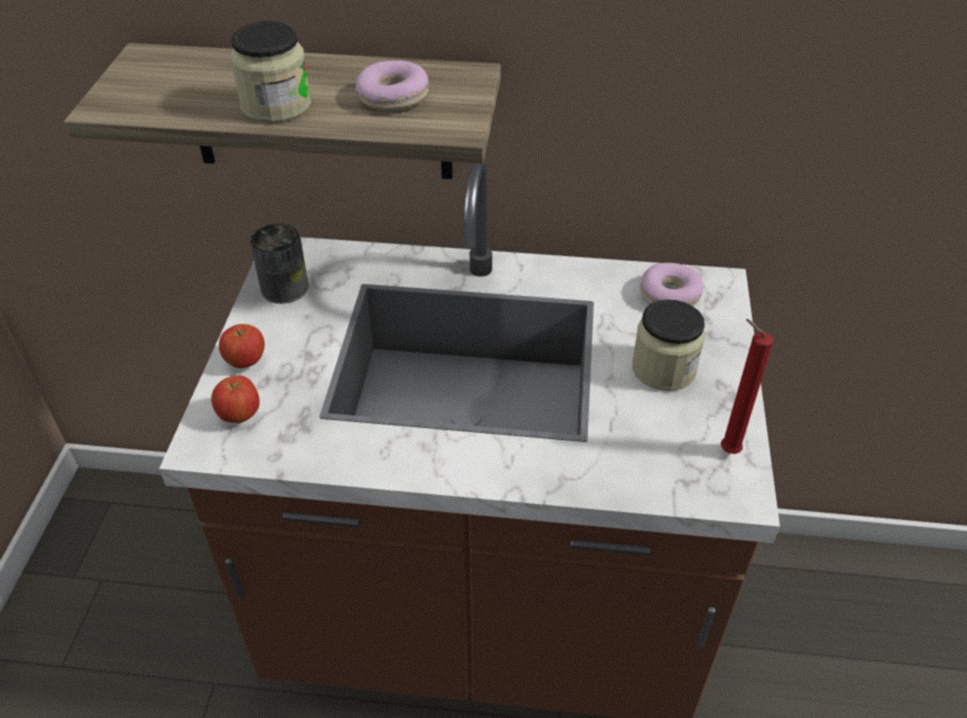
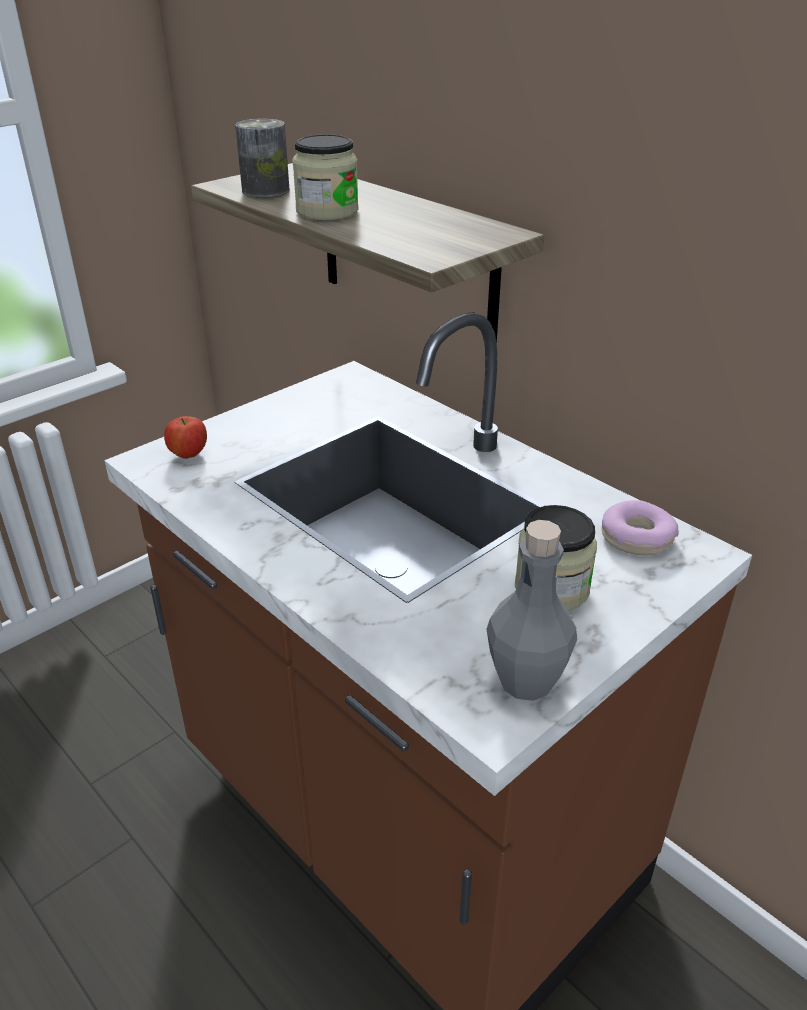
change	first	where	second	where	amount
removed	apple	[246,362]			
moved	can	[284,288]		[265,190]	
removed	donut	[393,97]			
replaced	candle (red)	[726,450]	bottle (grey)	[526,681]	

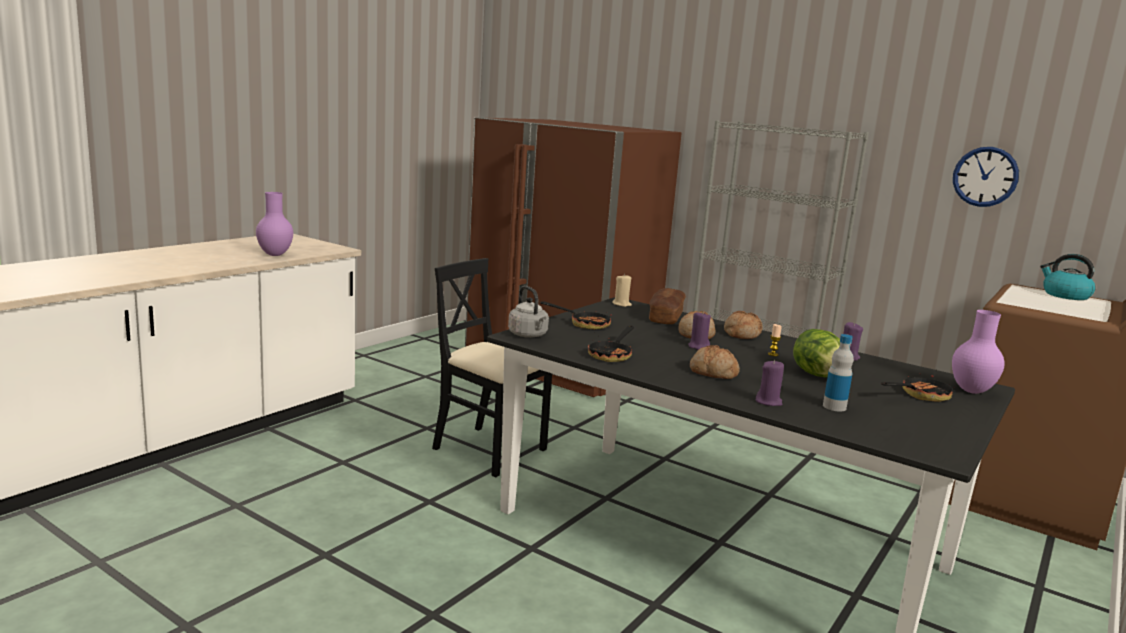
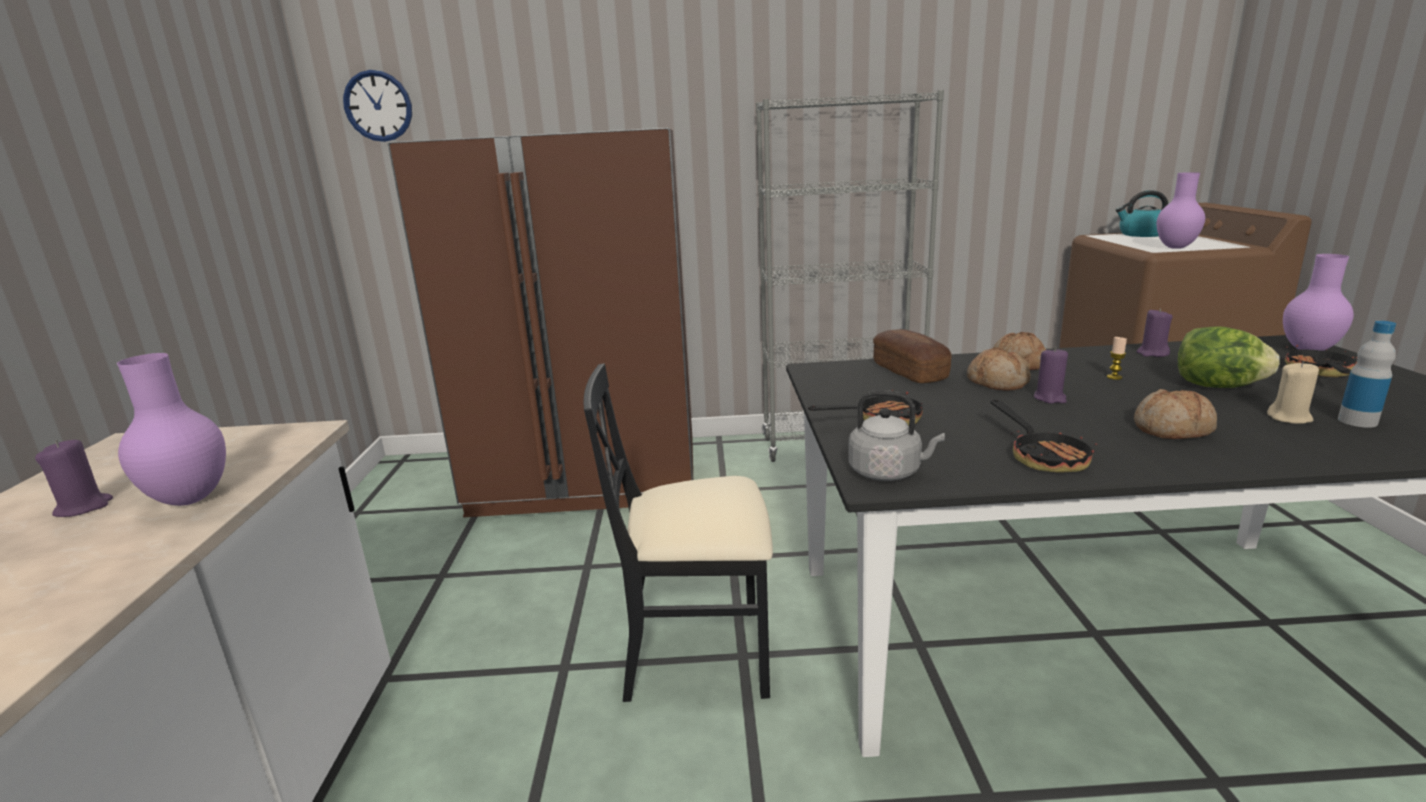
change	first	where	second	where	amount
moved	candle (beige)	[621,304]		[1289,418]	
moved	candle (purple)	[768,402]		[84,507]	
moved	wall clock	[985,176]		[378,106]	
added			vase (purple)	[1176,247]	

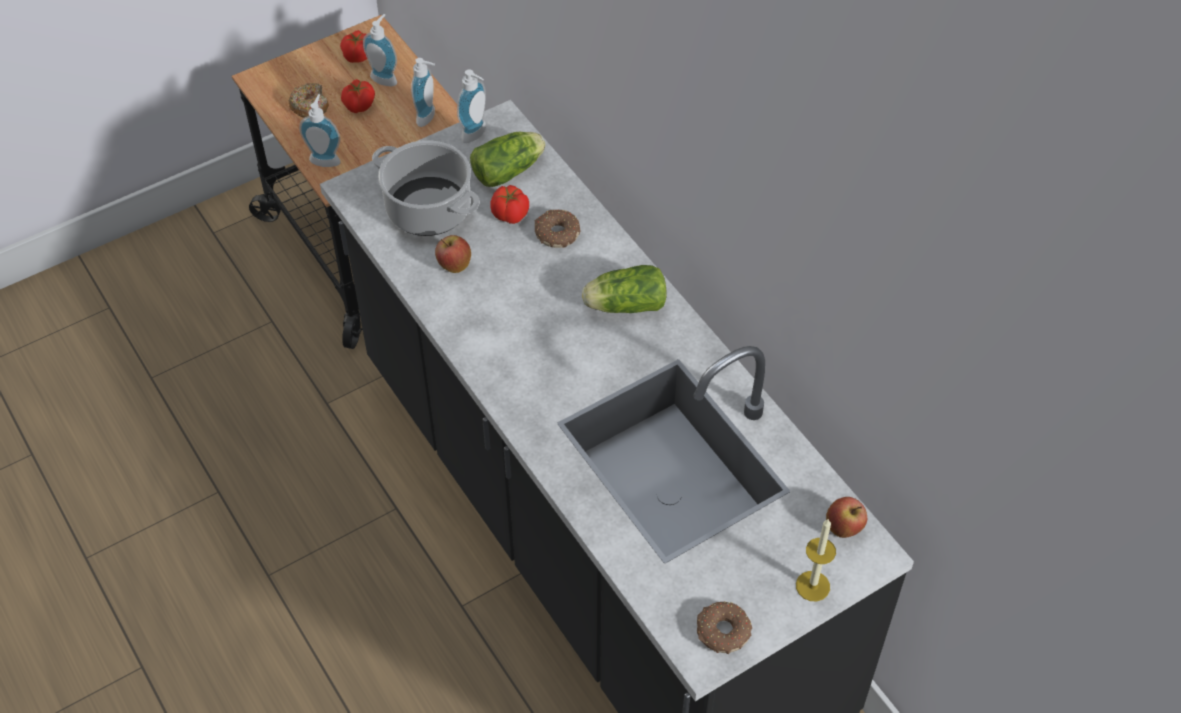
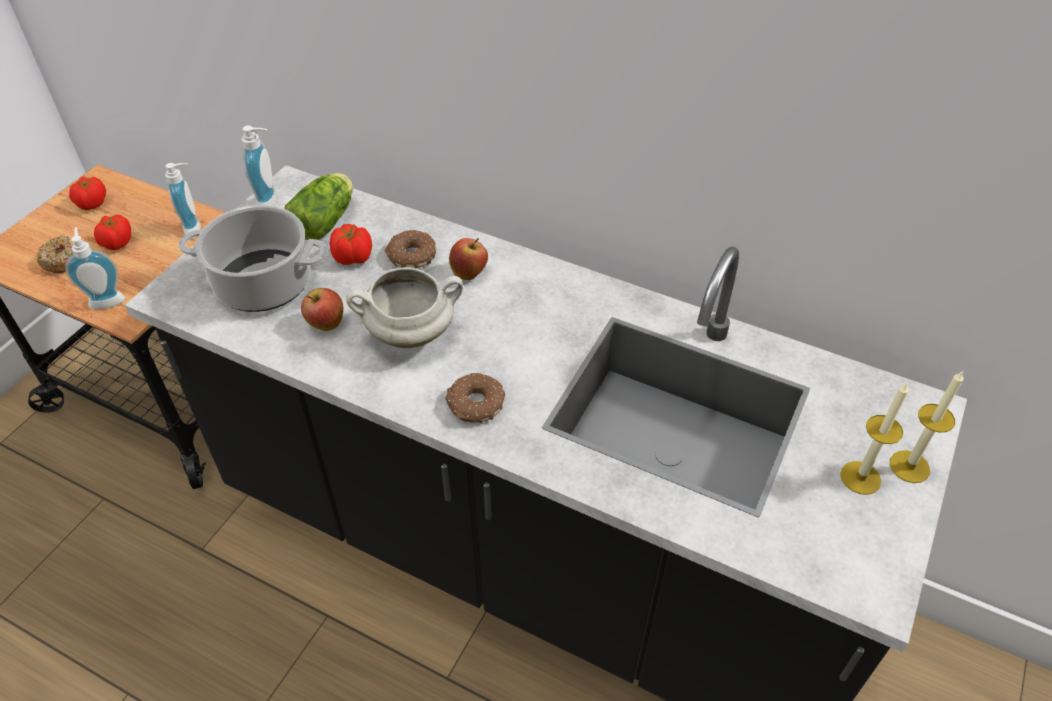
change	first	where	second	where	amount
removed	soap dispenser	[385,77]			
removed	lettuce	[623,305]			
moved	donut	[722,632]		[475,405]	
moved	apple	[844,528]		[469,273]	
added			cooking pot (white)	[411,332]	
added			candle	[860,477]	

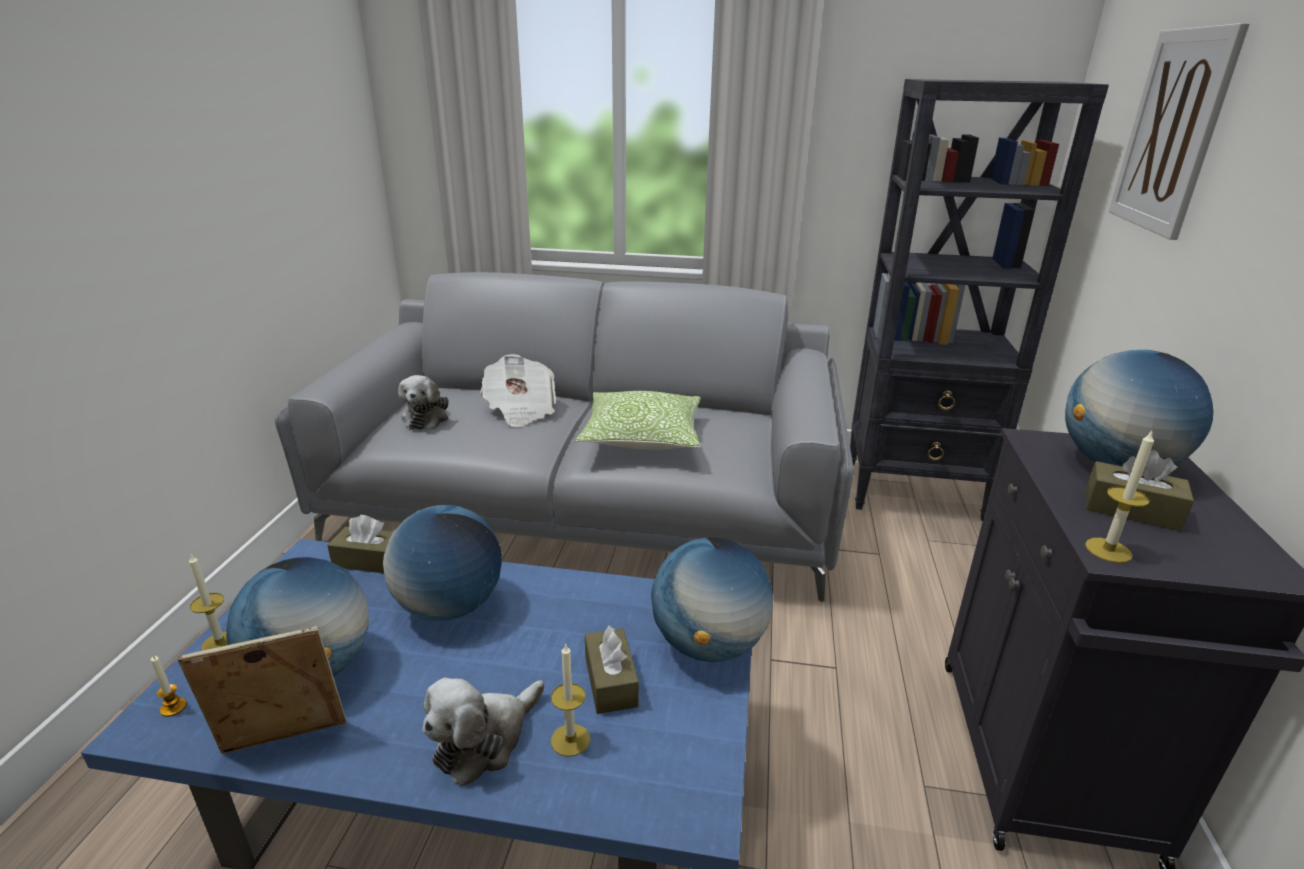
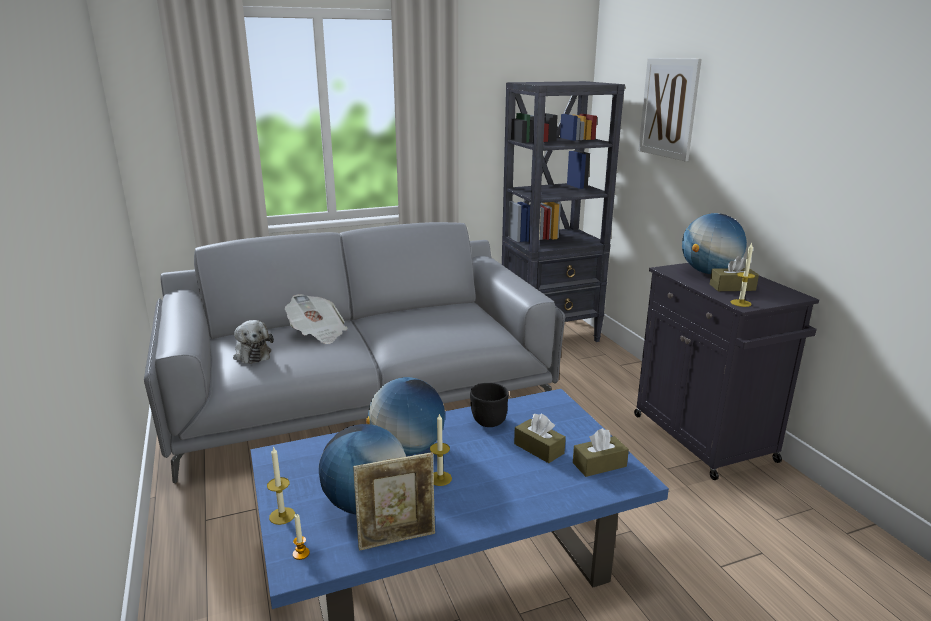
change	first	where	second	where	amount
turned	picture frame	[283,742]		[397,538]	150 degrees counterclockwise
moved	tissue box (brown)	[369,561]		[599,464]	
removed	plush toy	[484,740]			
moved	candle	[570,740]		[440,478]	
removed	pillow	[642,437]			
removed	globe	[708,644]			
added			bowl (black)	[488,422]	

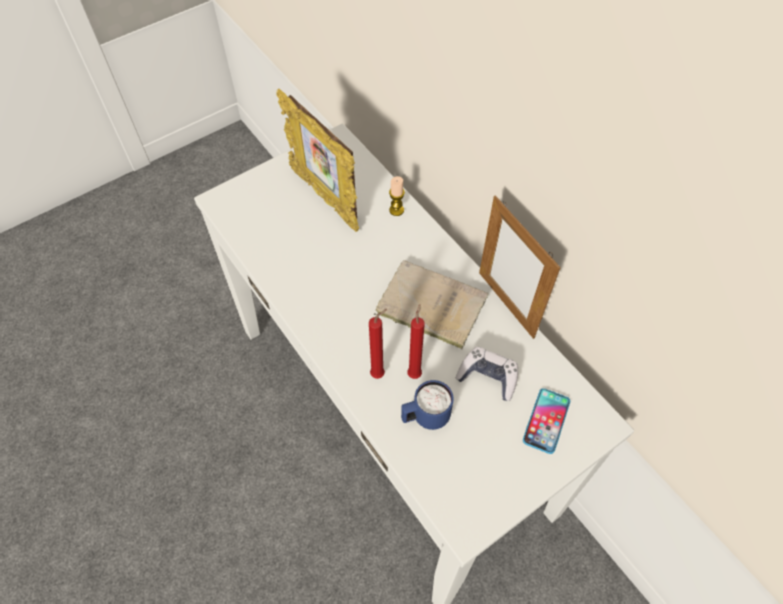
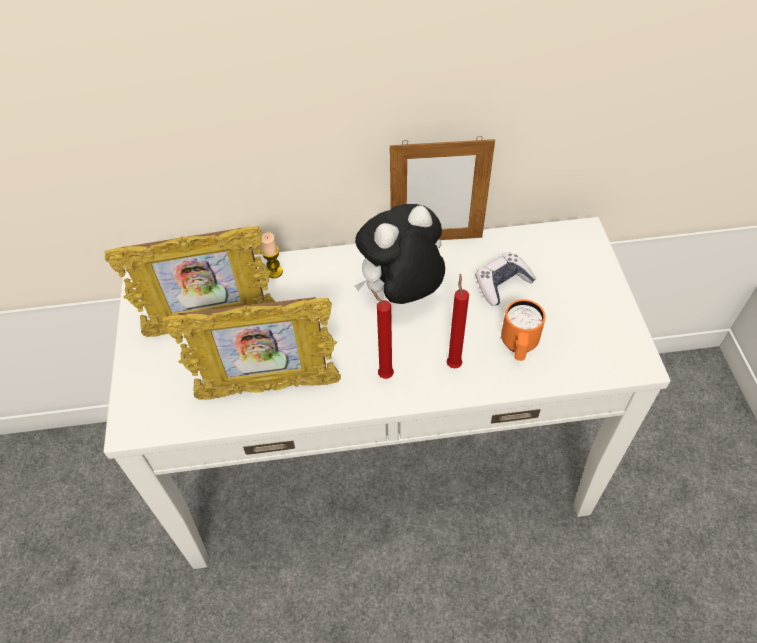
change	first	where	second	where	amount
replaced	book (beige)	[428,304]	plush toy	[401,294]	
recoloured	mug (blue)	[425,417]	mug (orange)	[518,346]	
moved	candle (red)	[415,372]		[383,374]	
removed	phone	[546,421]			
added			picture frame	[269,388]	

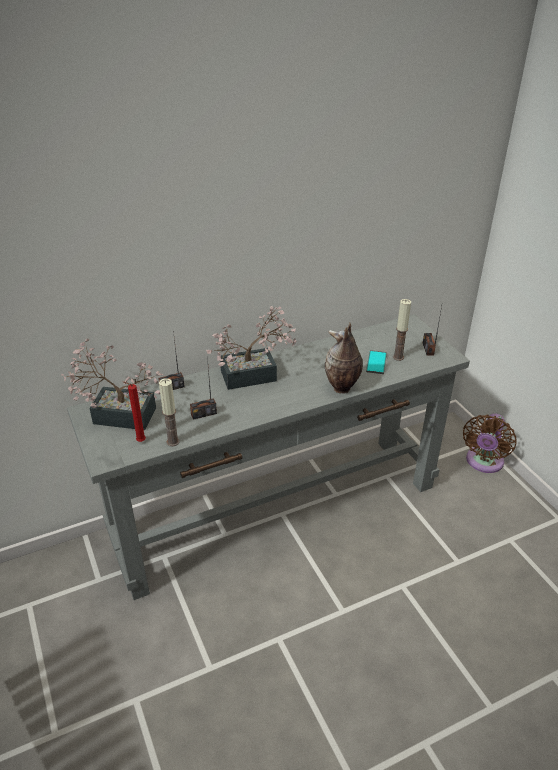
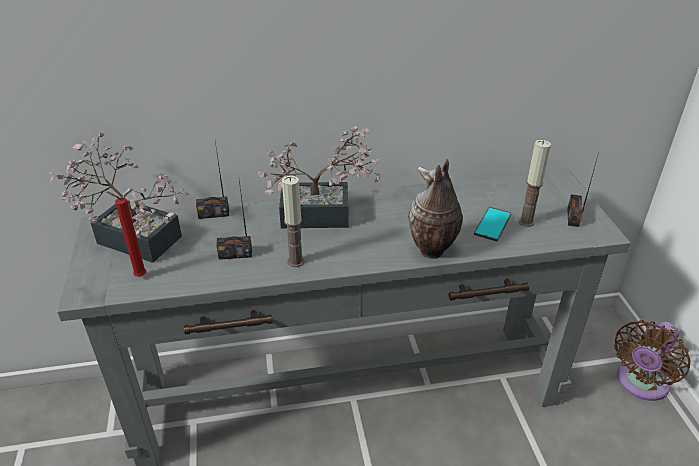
change	first	where	second	where	amount
moved	candle	[173,442]		[295,261]	

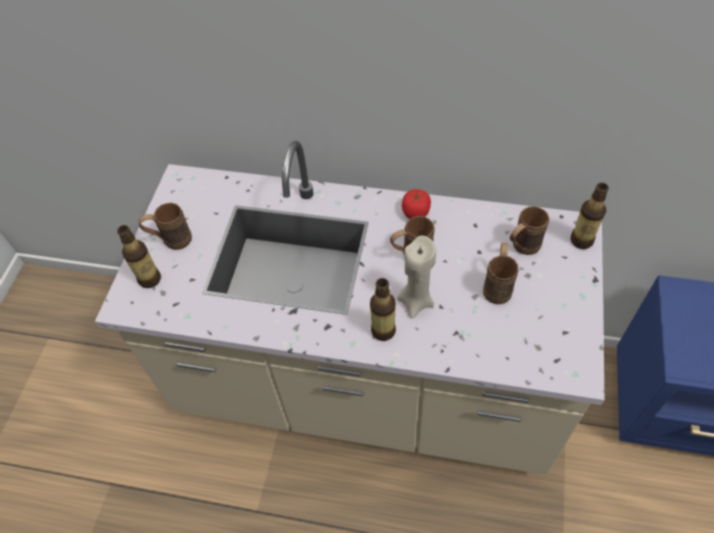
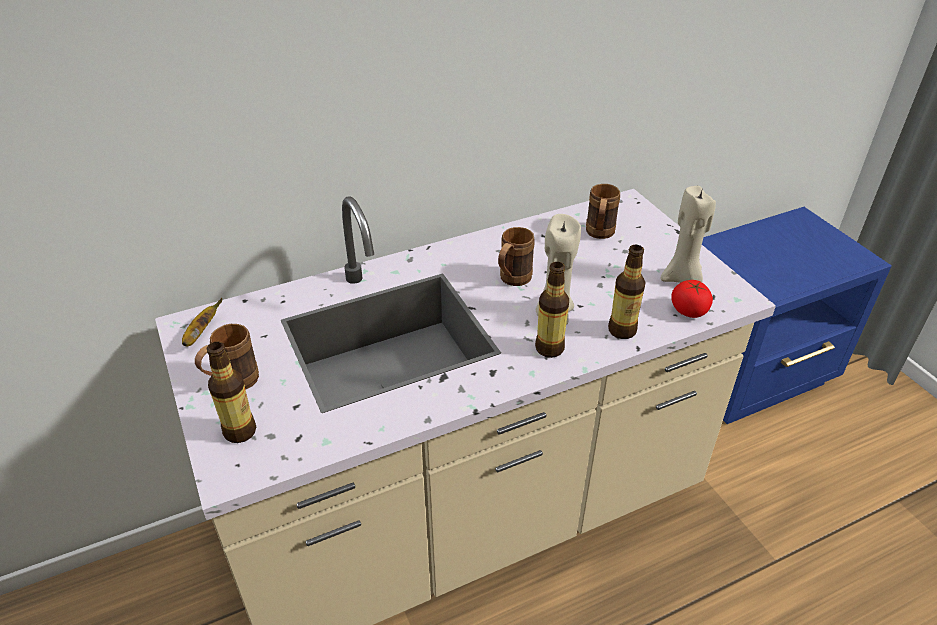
change	first	where	second	where	amount
moved	tomato	[415,212]		[689,311]	
removed	mug (brown)	[498,285]			
moved	bottle	[581,240]		[622,330]	
added			banana	[201,333]	
added			candle (beige)	[682,279]	

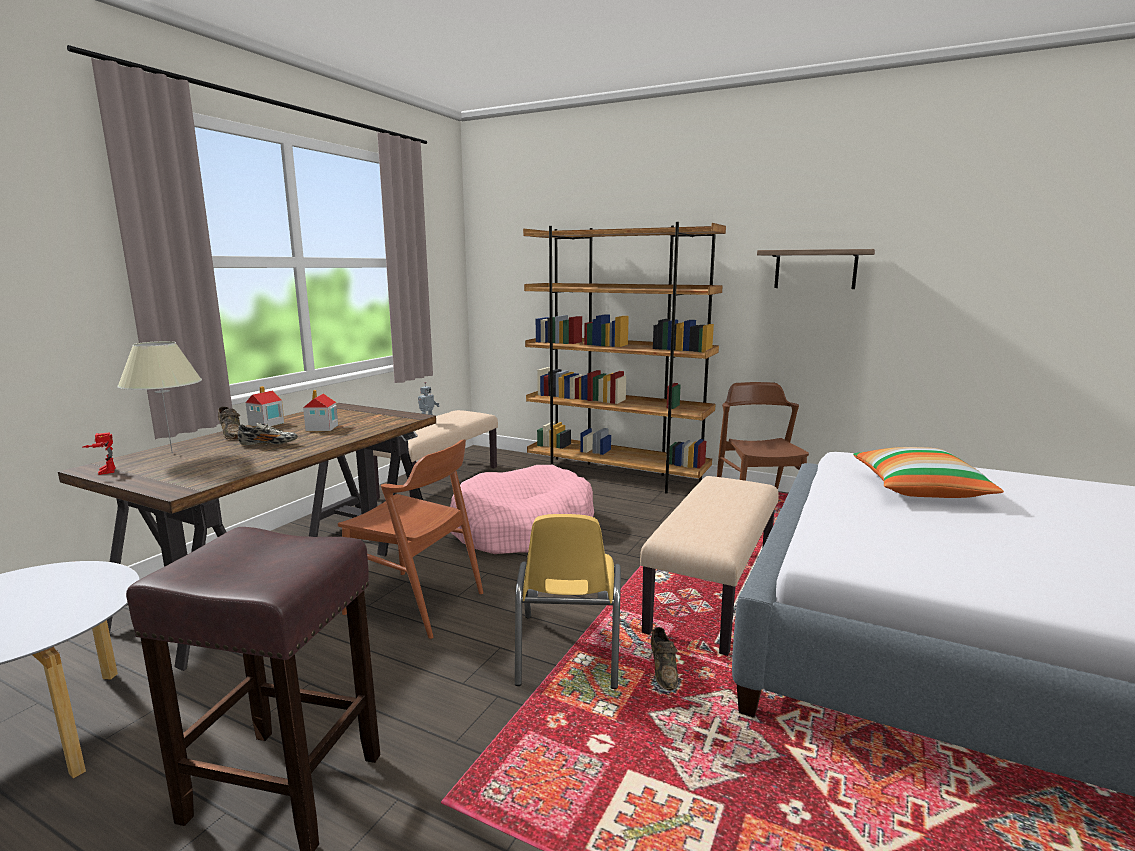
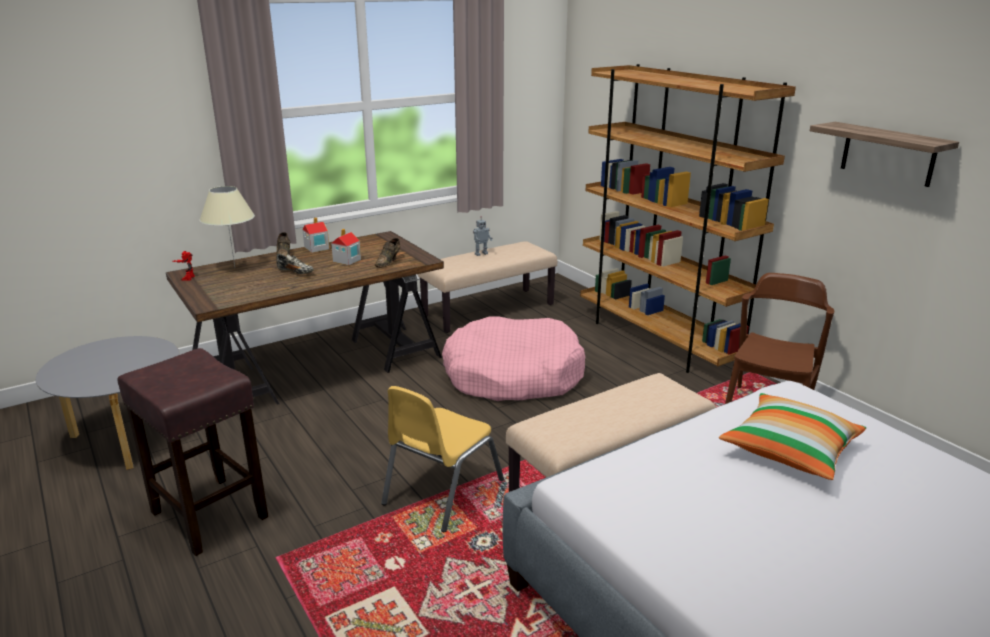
change	first	where	second	where	amount
removed	chair (brown)	[415,603]			
moved	shoe (brown)	[663,671]		[389,262]	

